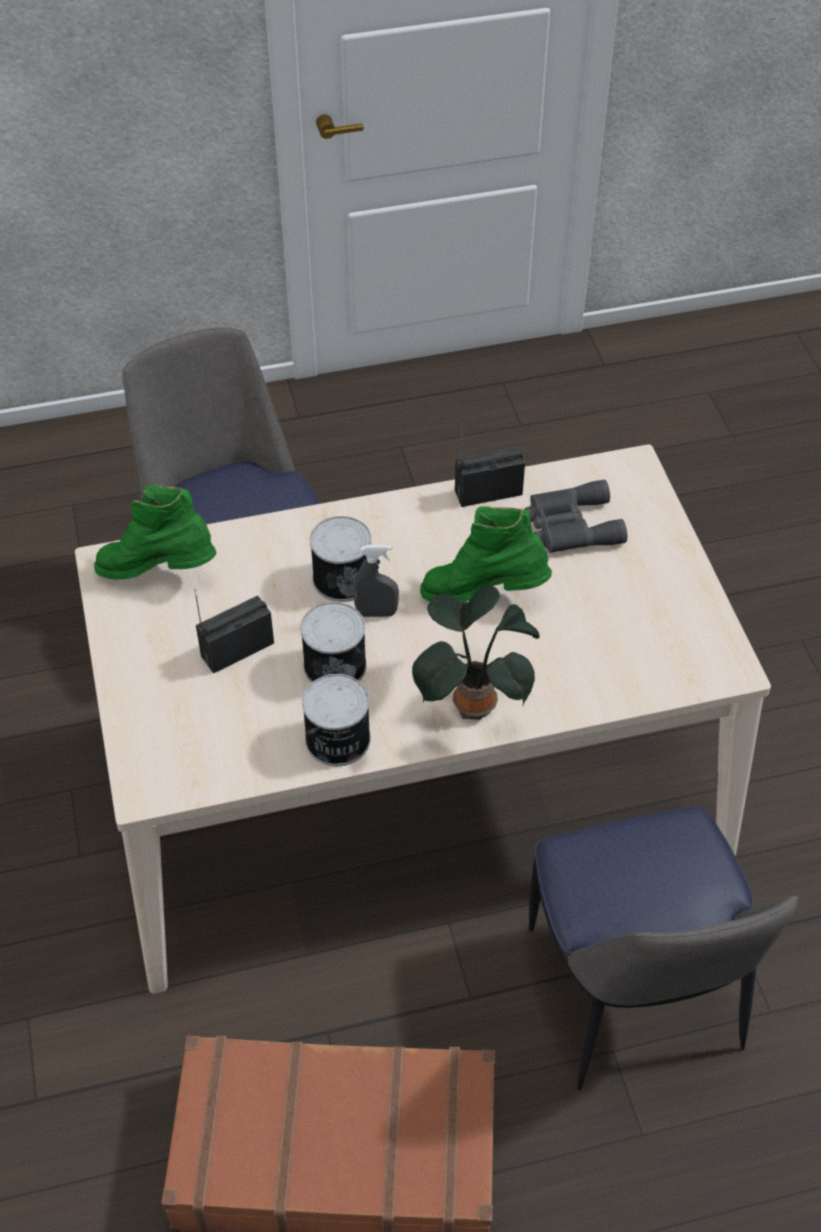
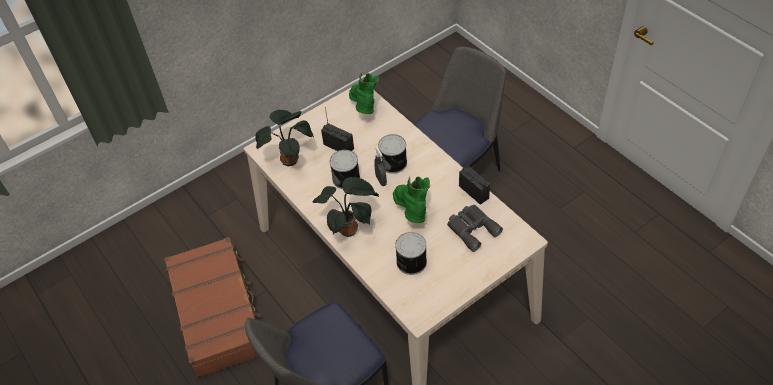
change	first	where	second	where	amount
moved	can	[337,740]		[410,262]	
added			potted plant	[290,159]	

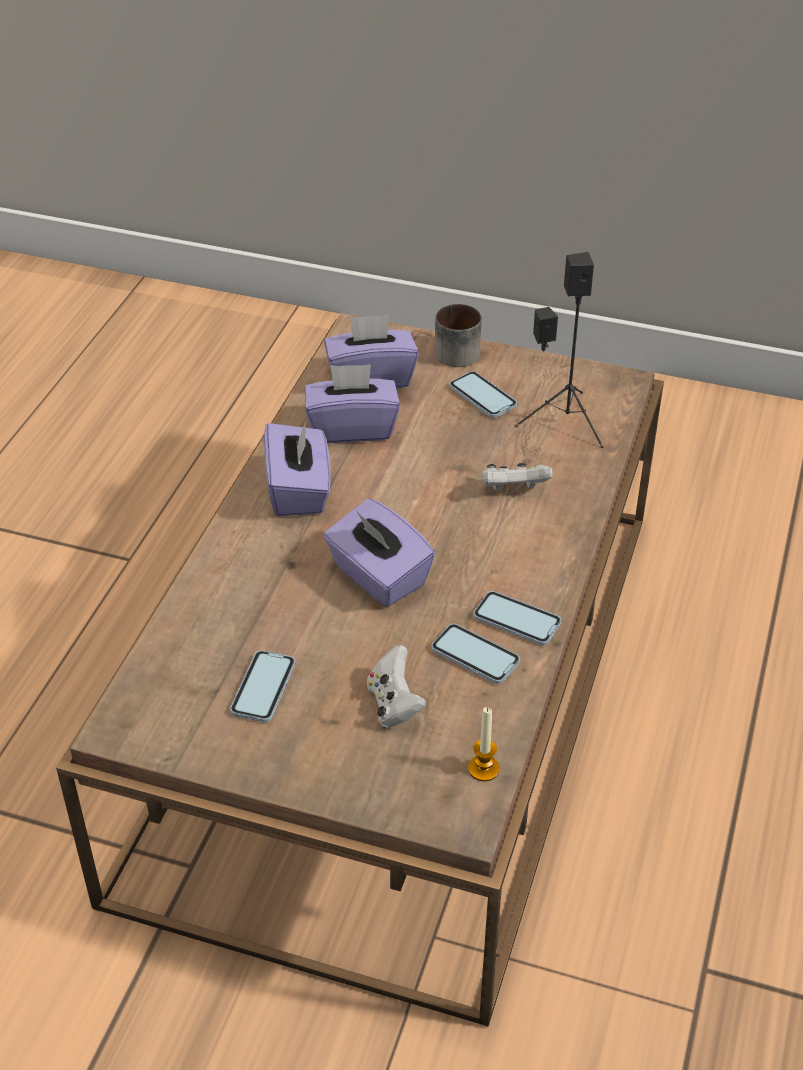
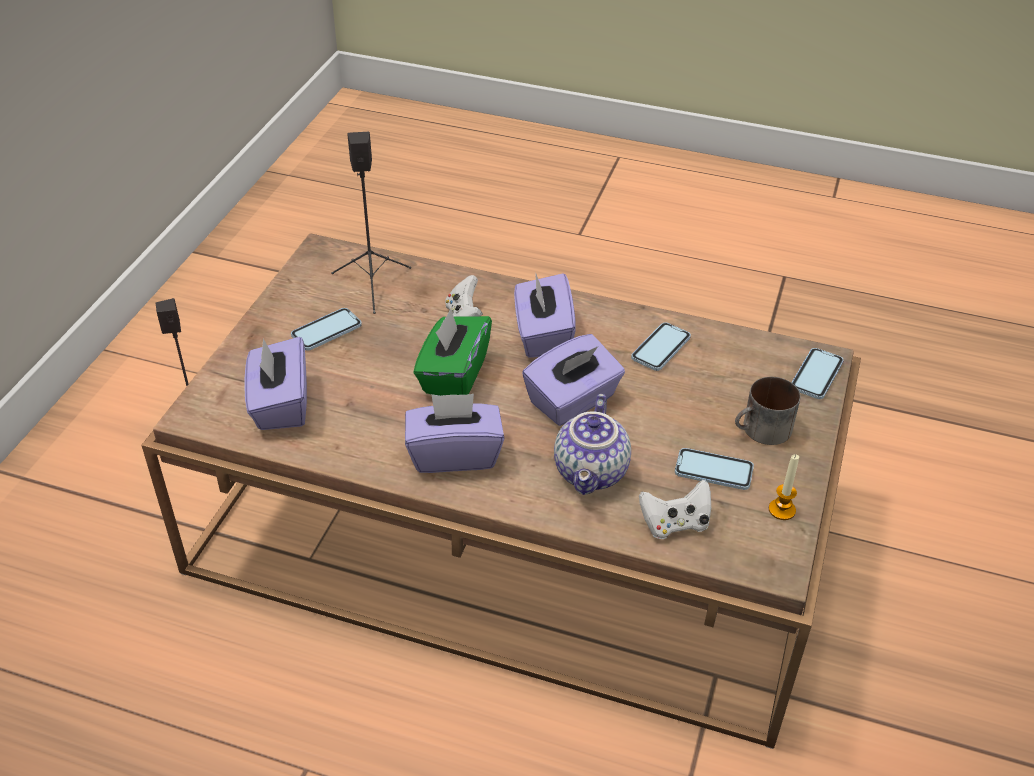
change	first	where	second	where	amount
moved	tissue box (purple)	[352,428]		[543,336]	
moved	game controller (white)	[394,704]		[675,524]	
moved	mug	[452,351]		[762,431]	
moved	candle	[483,769]		[782,510]	
moved	phone	[516,620]		[816,375]	
added			tissue box (green)	[453,375]	
added			teapot	[592,473]	

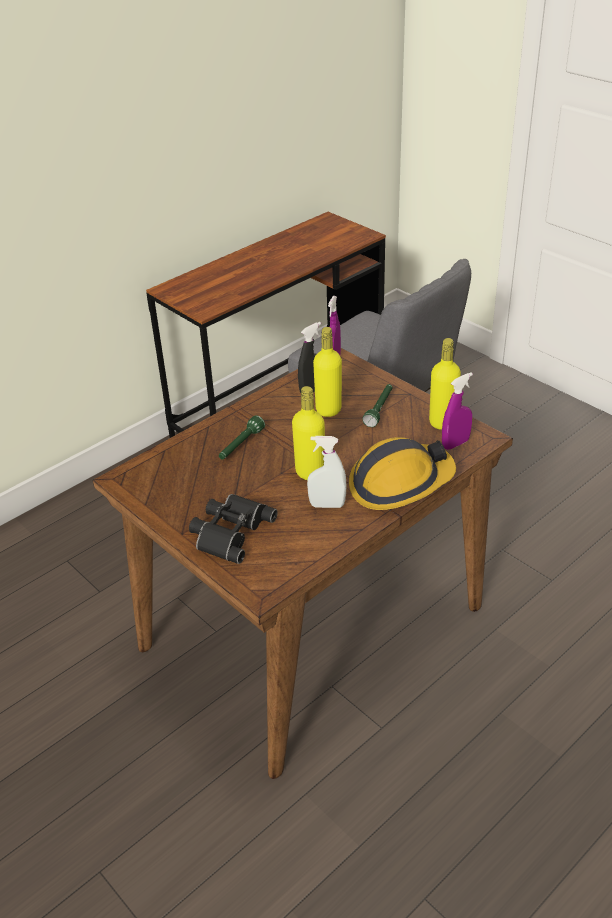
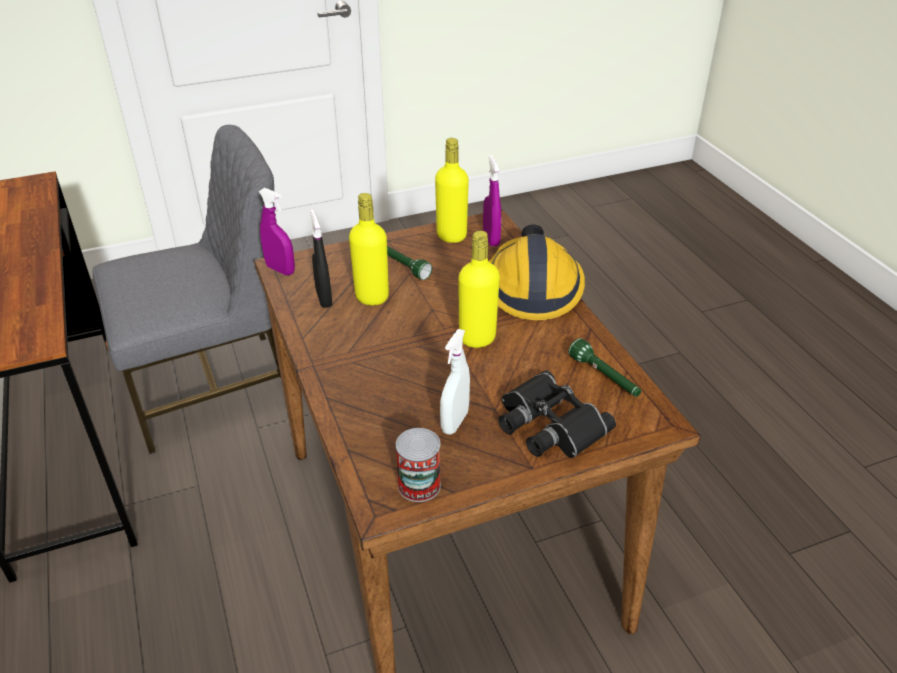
change	first	where	second	where	amount
moved	flashlight (green)	[241,445]		[604,377]	
moved	spray bottle (white)	[327,505]		[455,422]	
added			can	[419,485]	

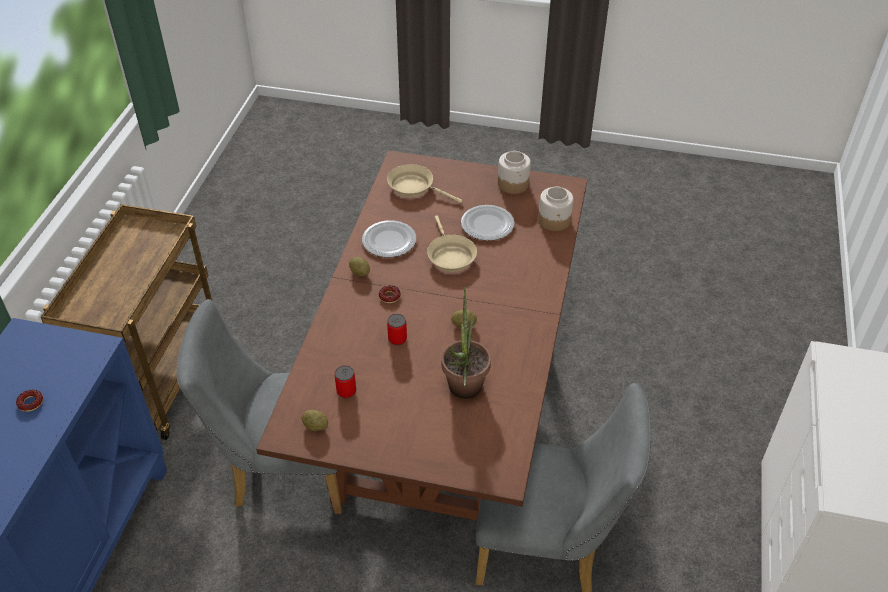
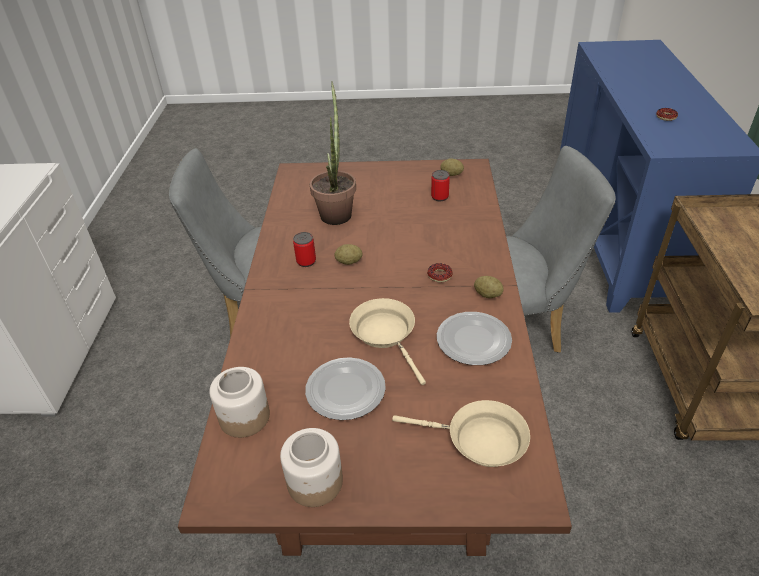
change	first	where	second	where	amount
moved	can	[397,339]		[306,261]	

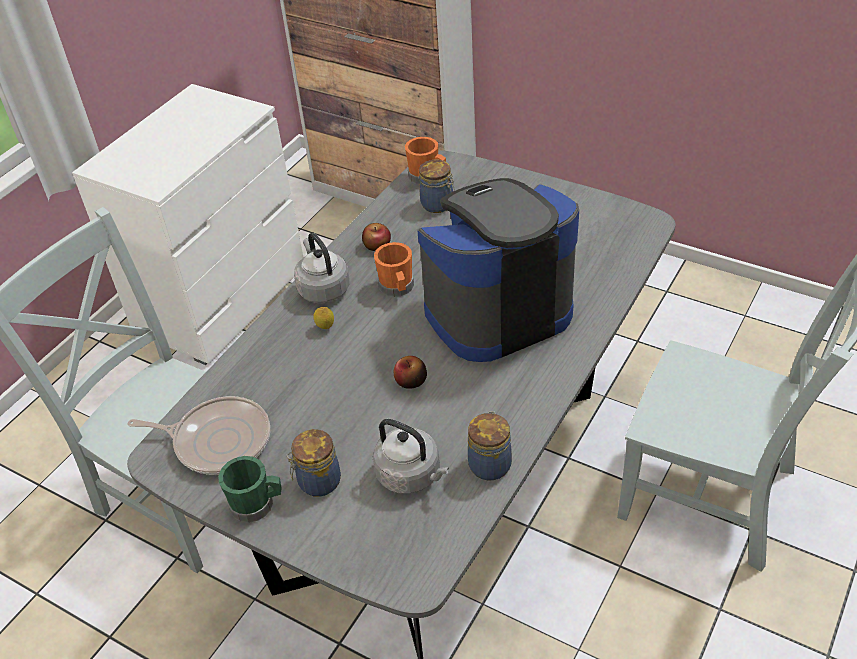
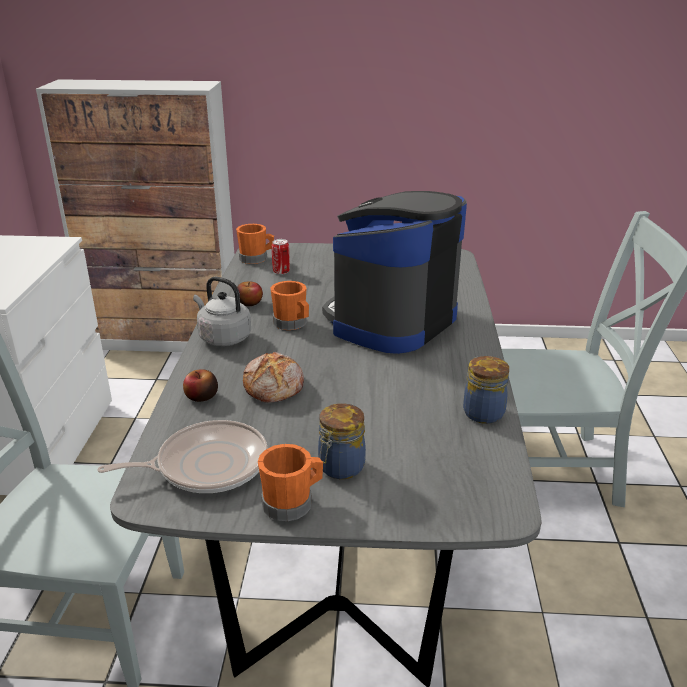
change	first	where	second	where	amount
recoloured	mug (green)	[257,504]	mug (orange)	[292,503]	
removed	lemon	[325,328]			
removed	kettle (grey)	[411,476]			
moved	apple	[411,381]		[201,397]	
replaced	jar	[438,205]	can	[281,272]	
added			bread	[275,386]	

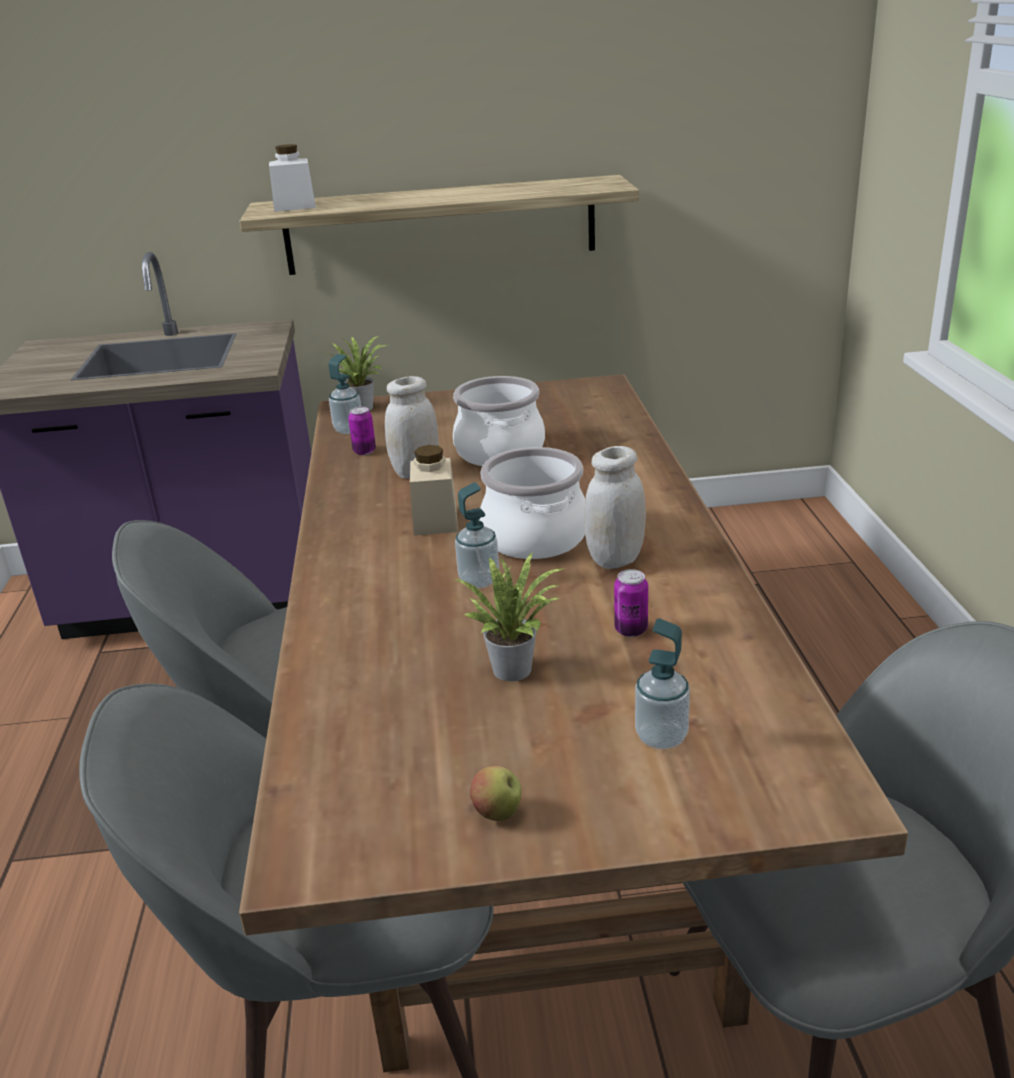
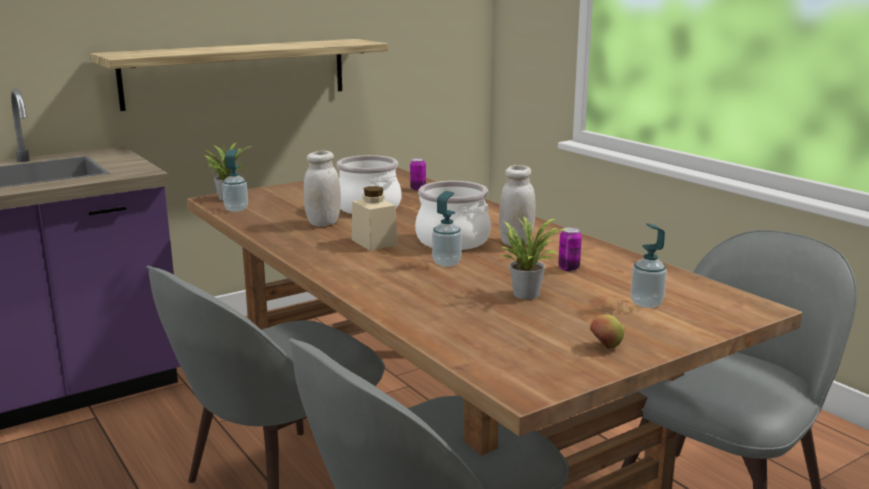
change	first	where	second	where	amount
removed	jar (white)	[295,206]			
moved	can	[364,451]		[418,189]	

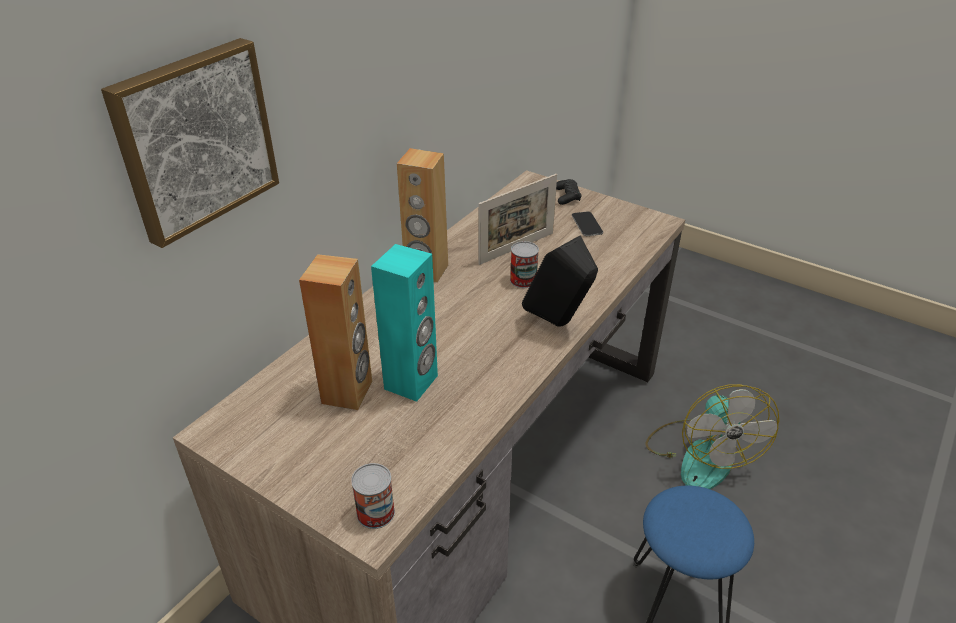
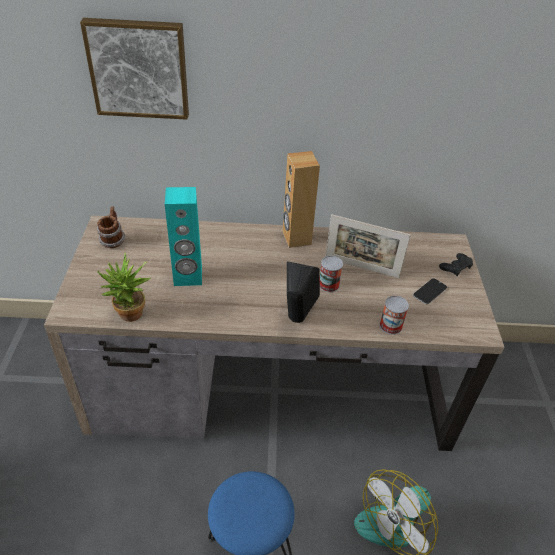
change	first	where	second	where	amount
removed	speaker (brown)	[348,392]			
moved	can	[375,512]		[390,325]	
added			mug	[113,240]	
added			potted plant	[130,317]	

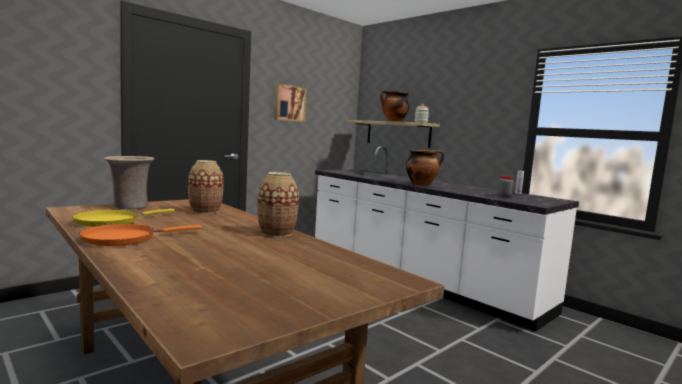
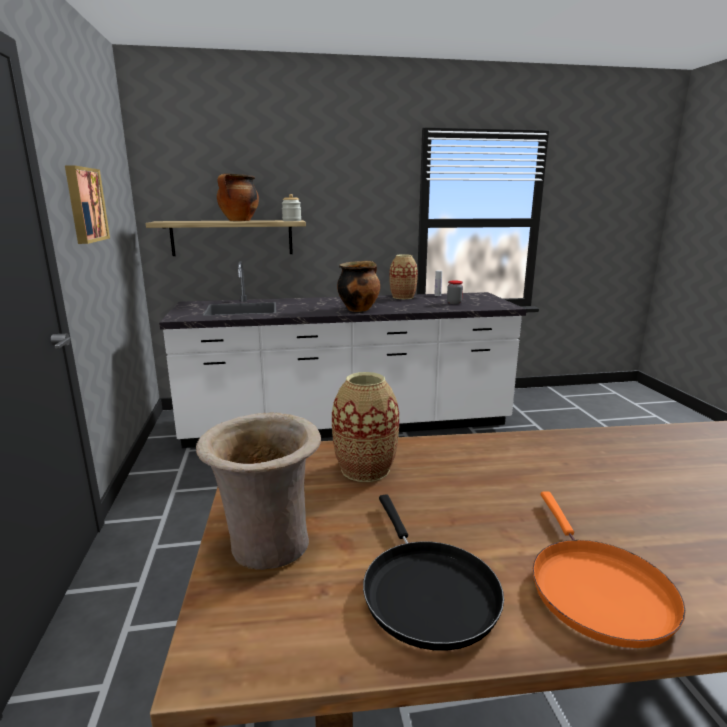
change	first	where	second	where	amount
recoloured	frying pan (yellow)	[111,221]	frying pan (black)	[426,591]	
moved	vase	[276,233]		[403,297]	

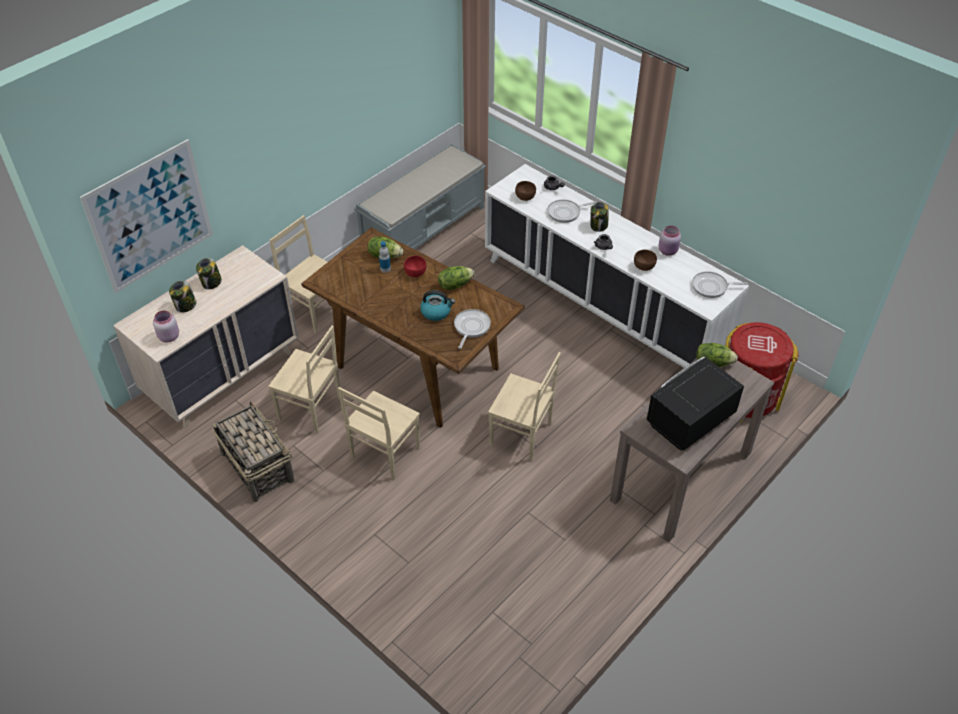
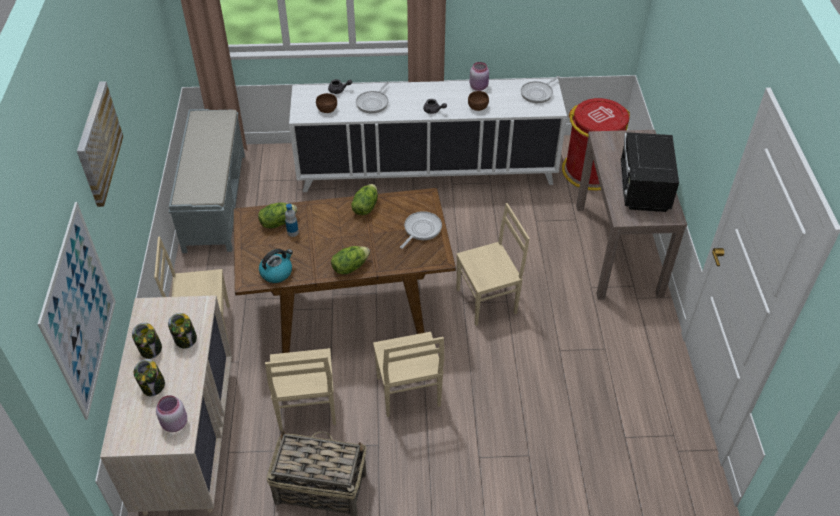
change	first	where	second	where	amount
turned	chair (beige)	[310,410]		[305,408]	105 degrees clockwise
removed	bowl (red)	[415,272]			
moved	kettle	[436,312]		[277,272]	
turned	frying pan	[471,327]		[421,230]	60 degrees clockwise
moved	jar	[598,226]		[185,339]	
moved	lettuce	[713,362]		[350,267]	
added			picture	[98,143]	

